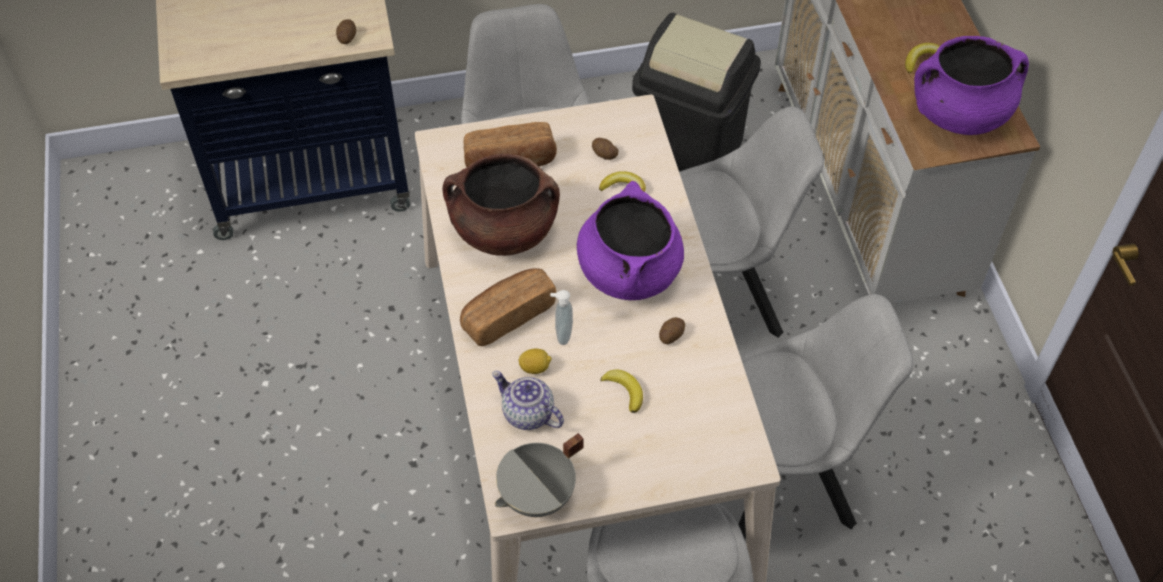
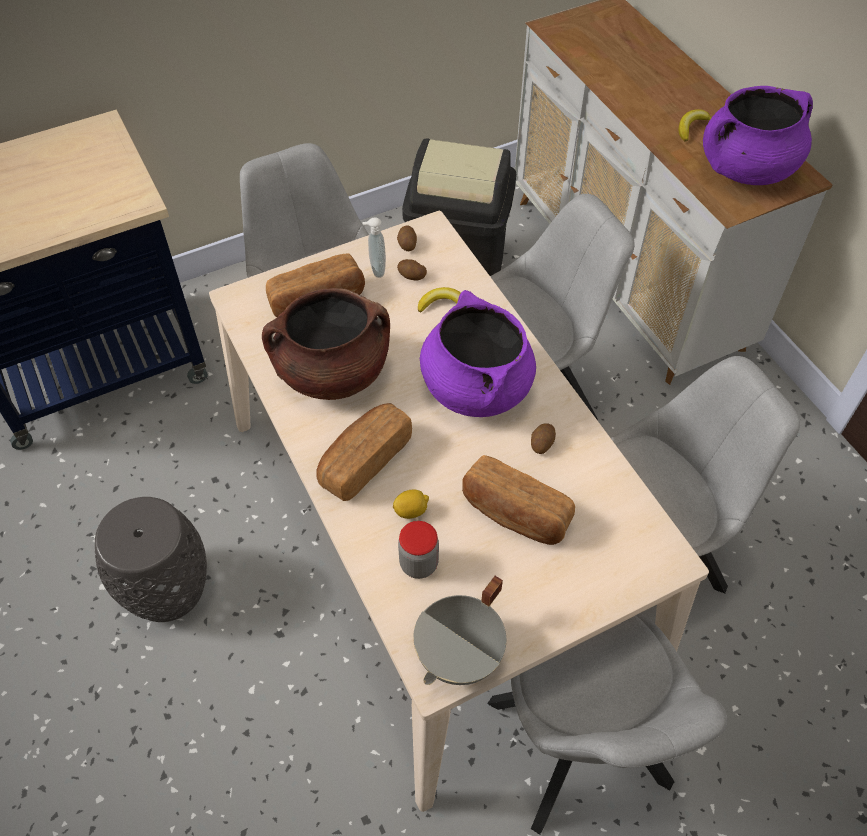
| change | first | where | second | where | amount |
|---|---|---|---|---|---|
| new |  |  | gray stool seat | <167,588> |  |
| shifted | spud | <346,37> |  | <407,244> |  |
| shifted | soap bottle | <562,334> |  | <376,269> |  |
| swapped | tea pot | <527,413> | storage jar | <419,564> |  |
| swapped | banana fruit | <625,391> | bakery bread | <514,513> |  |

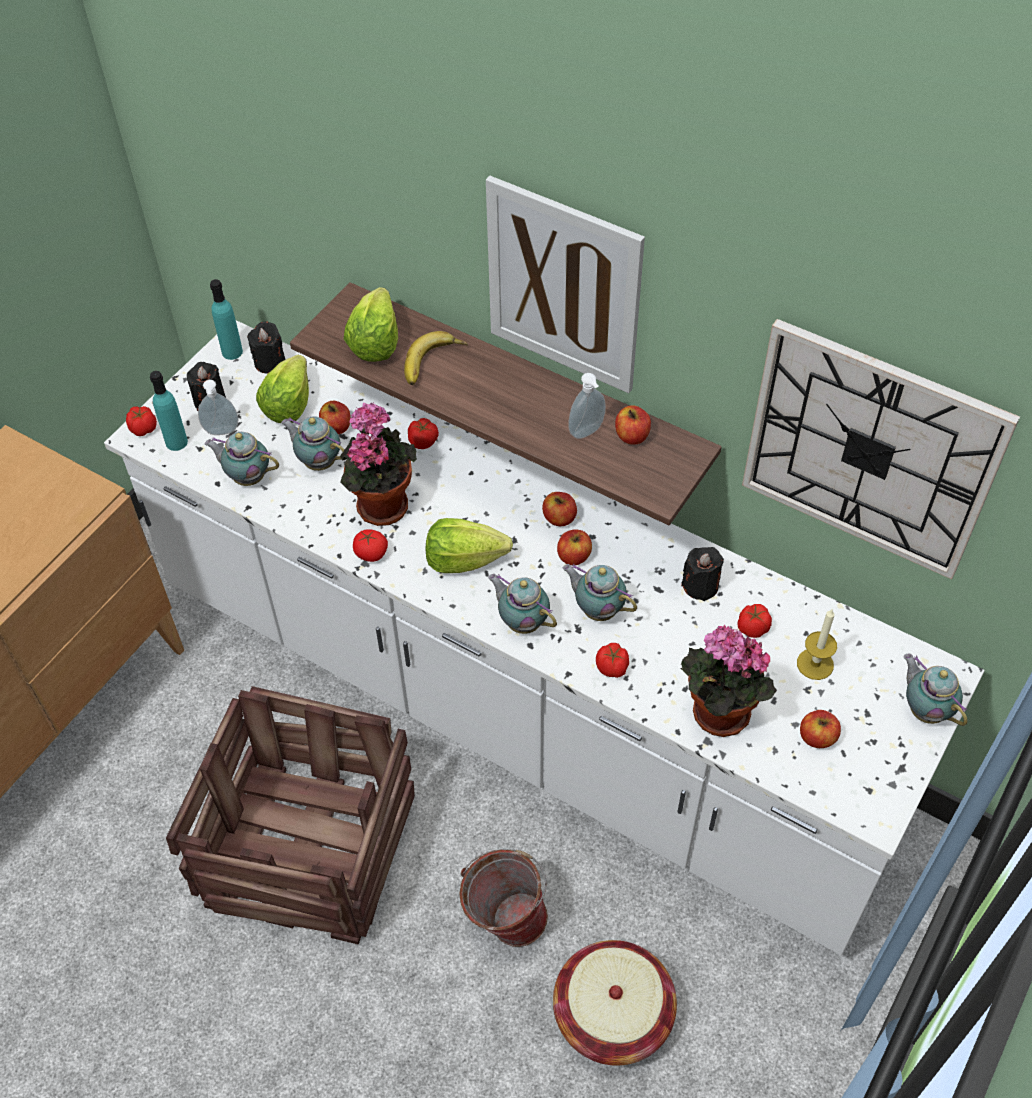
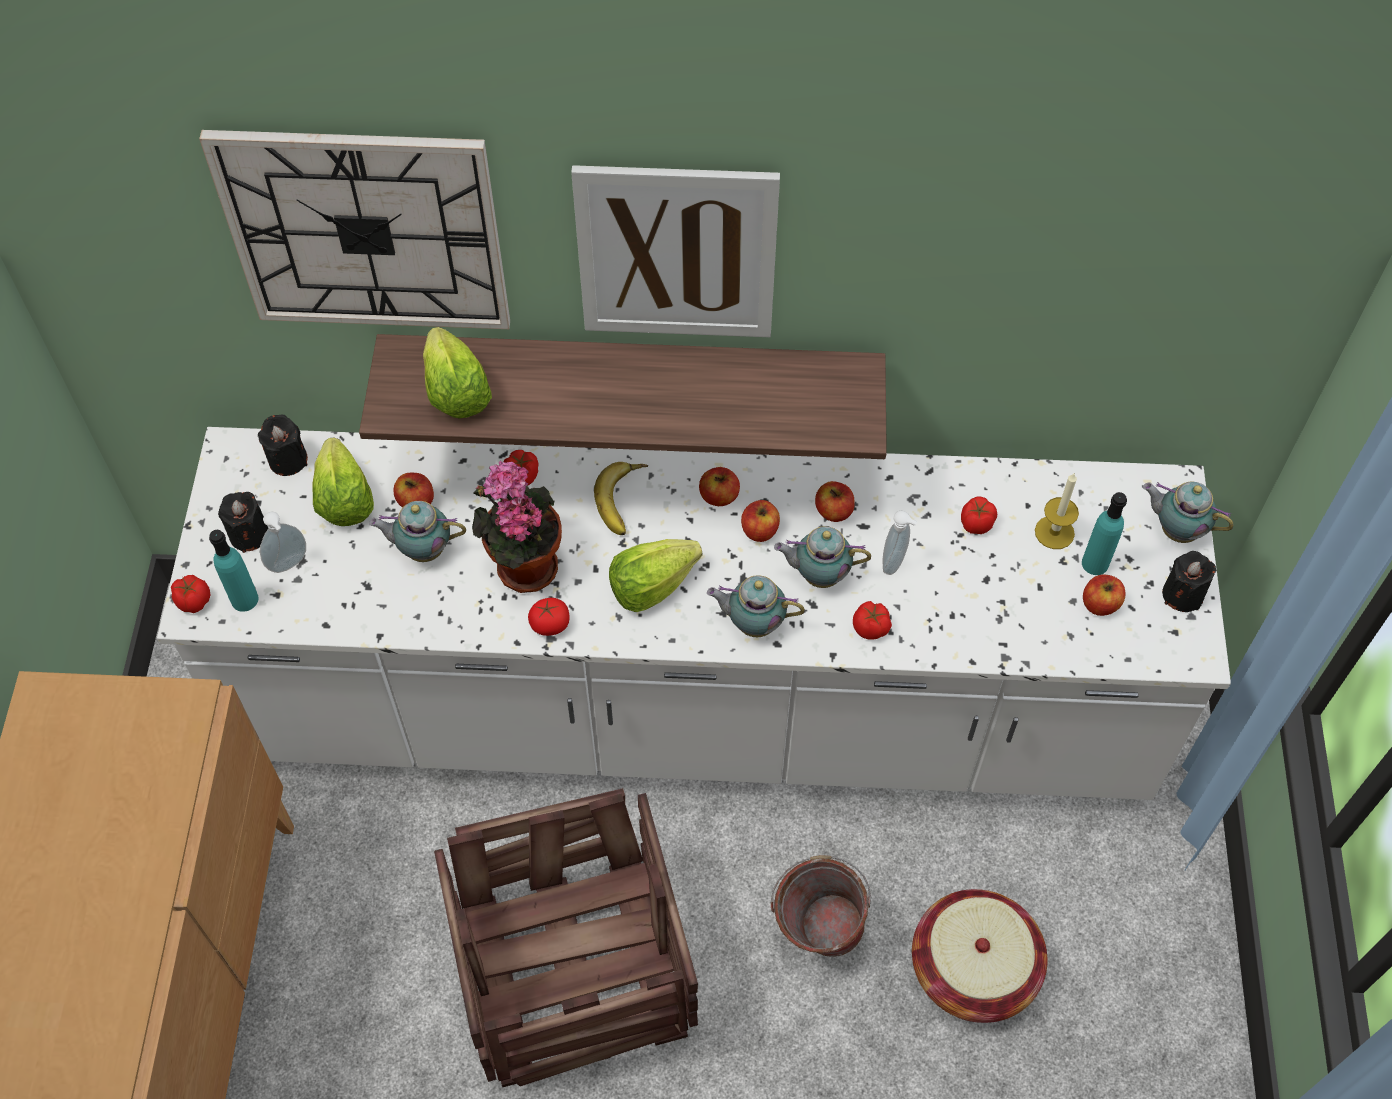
| change | first | where | second | where | amount |
|---|---|---|---|---|---|
| gone | tea pot | <247,477> |  |  |  |
| gone | houseplant | <716,715> |  |  |  |
| shifted | blue-green beverage bottle | <232,352> |  | <1095,563> |  |
| shifted | banana fruit | <434,364> |  | <625,501> |  |
| shifted | soap bottle | <587,433> |  | <895,563> |  |
| shifted | apple | <632,436> |  | <833,511> |  |
| shifted | black candle | <700,585> |  | <1182,594> |  |
| shifted | wall clock | <870,450> |  | <365,231> |  |

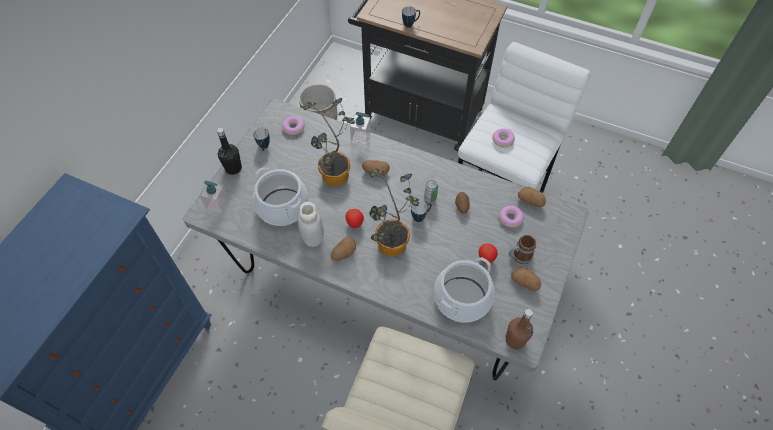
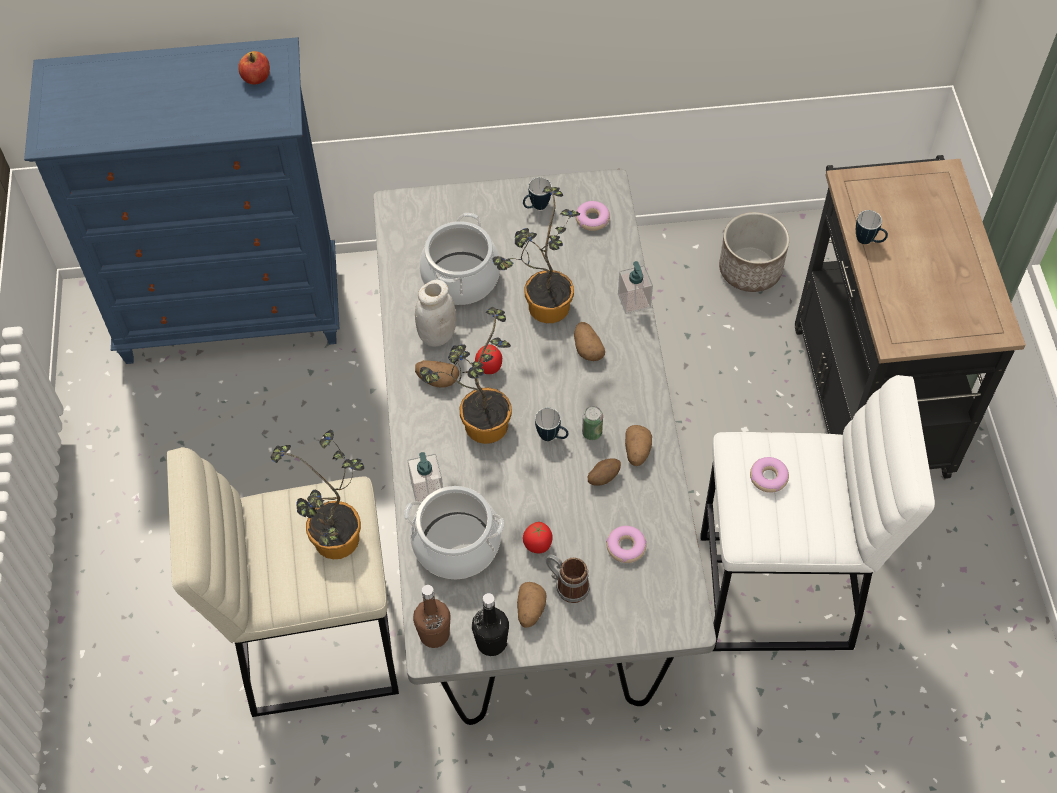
| change | first | where | second | where | amount |
|---|---|---|---|---|---|
| new |  |  | apple | <256,78> |  |
| new |  |  | houseplant | <336,546> |  |
| shifted | soap bottle | <217,205> |  | <427,489> |  |
| shifted | black beverage bottle | <233,168> |  | <491,642> |  |
| shifted | spud | <530,201> |  | <637,452> |  |

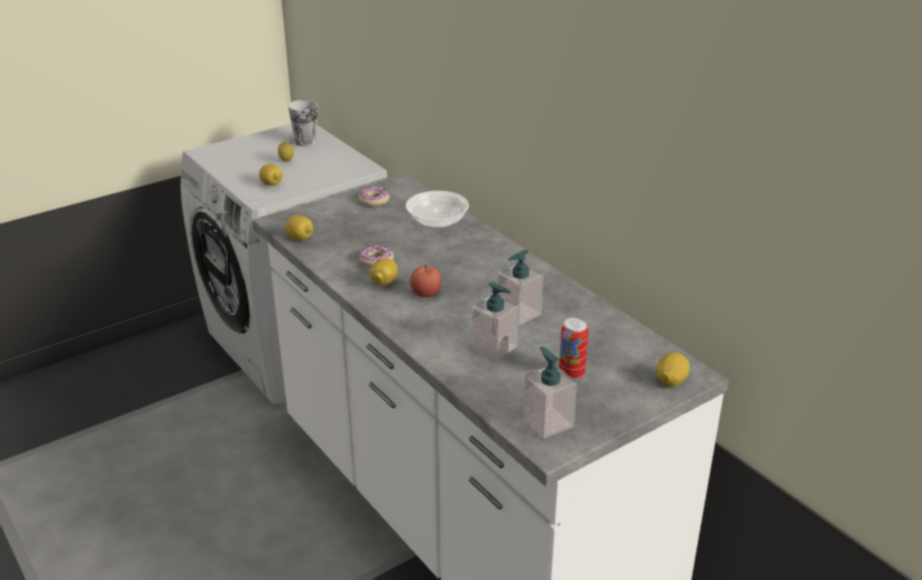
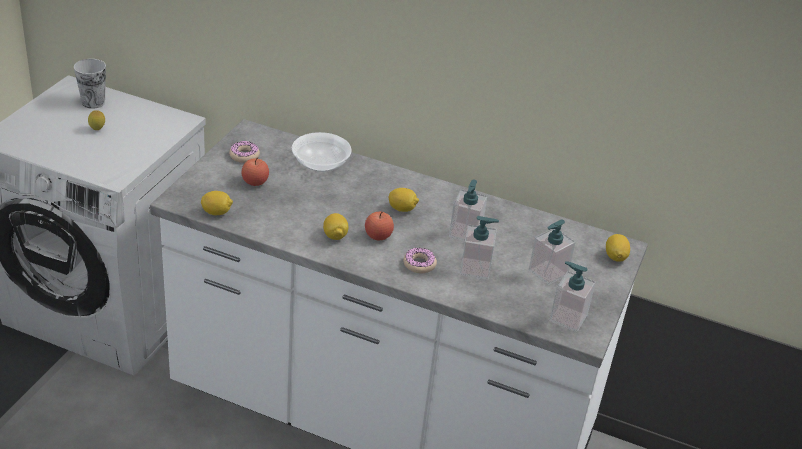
| change | first | where | second | where | amount |
|---|---|---|---|---|---|
| new |  |  | apple | <255,182> |  |
| shifted | citrus fruit | <271,184> |  | <402,209> |  |
| shifted | doughnut | <376,261> |  | <419,264> |  |
| swapped | metal can | <571,373> | soap bottle | <548,273> |  |

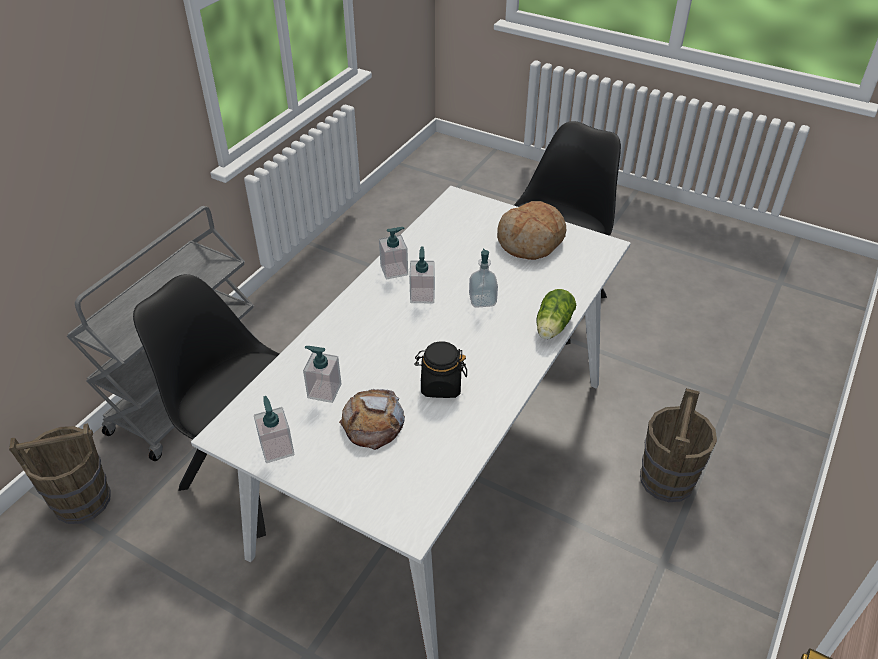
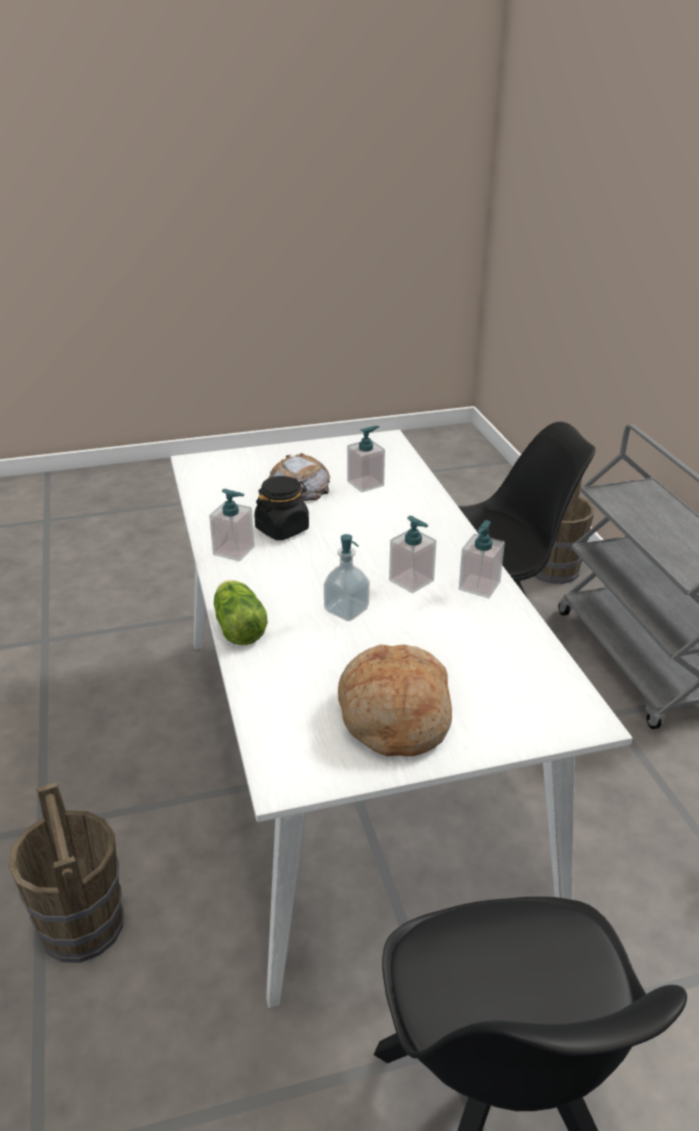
| change | first | where | second | where | amount |
|---|---|---|---|---|---|
| shifted | soap bottle | <277,448> |  | <234,551> |  |

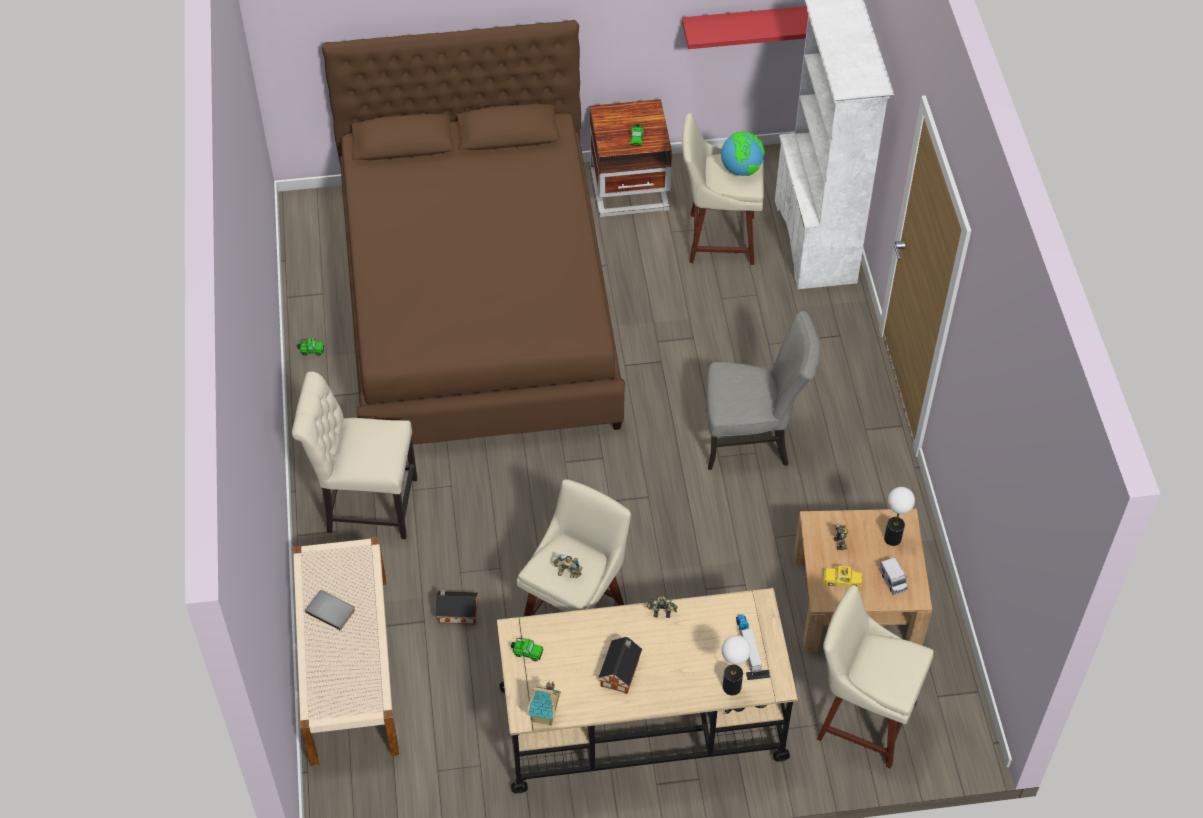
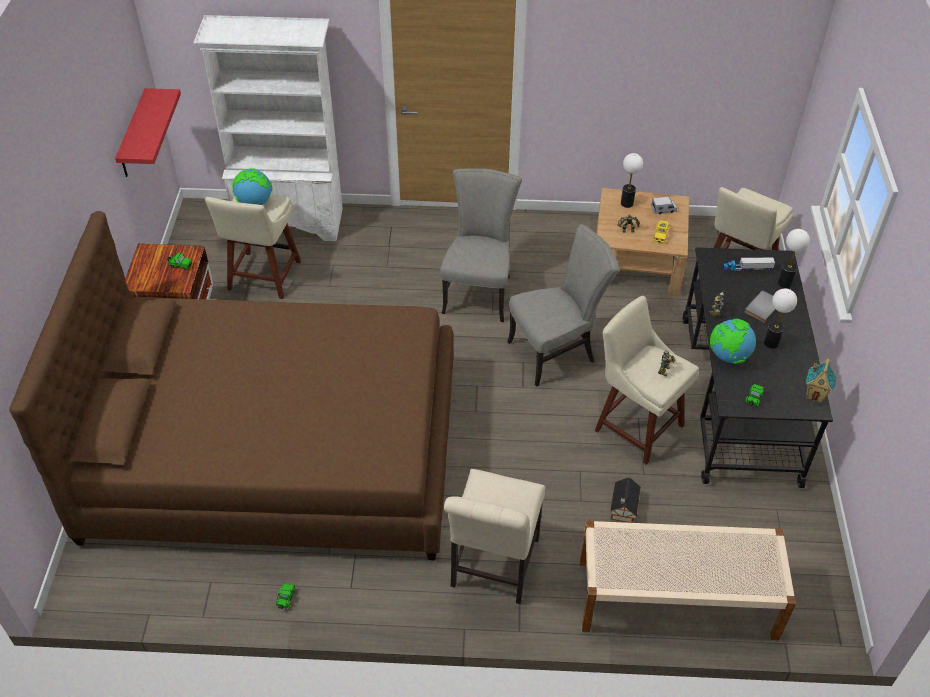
| change | first | where | second | where | amount |
|---|---|---|---|---|---|
| new |  |  | gray upright chair | <556,351> |  |
| new |  |  | world globe | <728,356> |  |
| shifted | gray bound book | <331,610> |  | <761,307> |  |
| swapped | toy house | <621,671> | table lamp | <771,342> |  |
| repainted | sand-coloured desk table | <643,724> | black desk table | <738,397> |  |

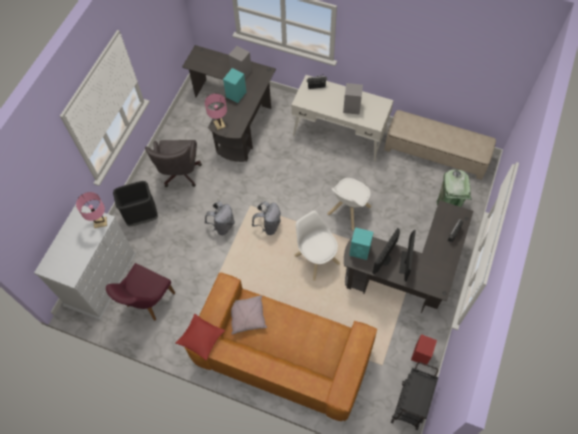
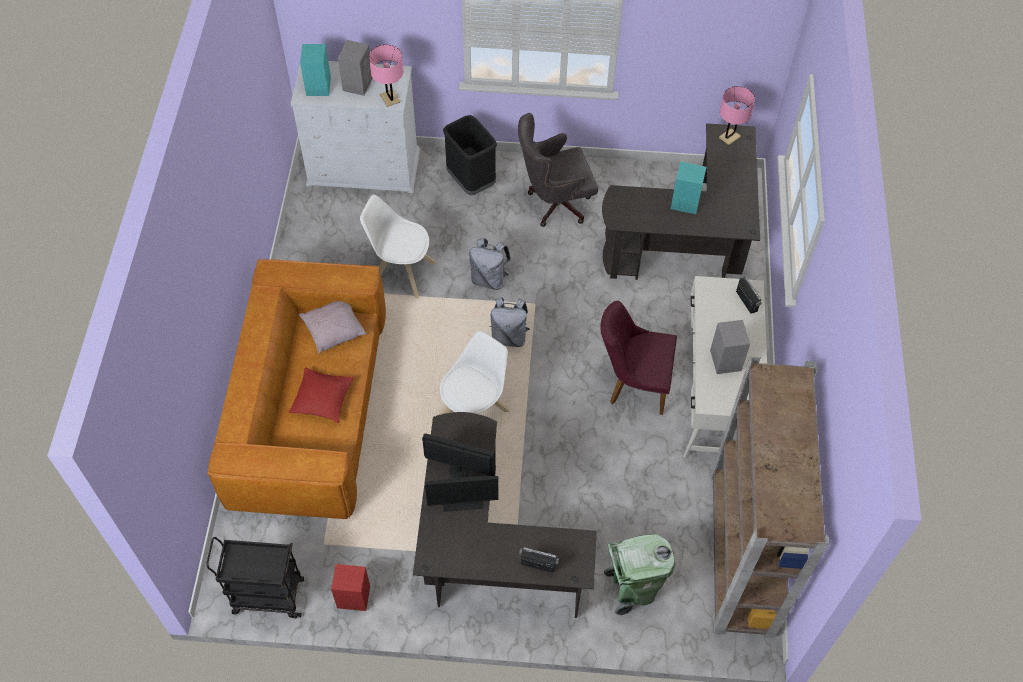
| change | first | where | second | where | amount |
|---|---|---|---|---|---|
| shifted | purple-coloured upright chair | <147,302> |  | <633,384> |  |
| shifted | red throw pillow | <201,338> |  | <322,398> |  |
| shifted | pinkish table lamp | <219,124> |  | <729,137> |  |
| shifted | gray loudspeaker | <241,72> |  | <358,83> |  |
| shifted | white upright chair | <348,211> |  | <401,272> |  |
| shifted | blue-green loudspeaker | <360,250> |  | <318,87> |  |
| swapped | sand-coloured indoor bench | <436,152> | brown-coloured shelving unit | <741,551> |  |

